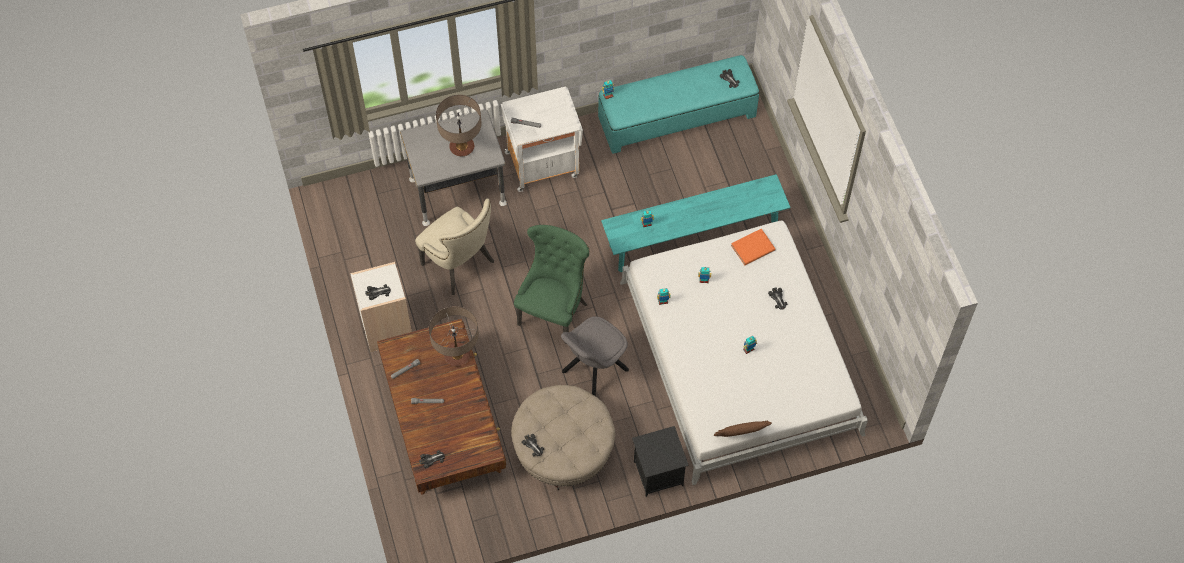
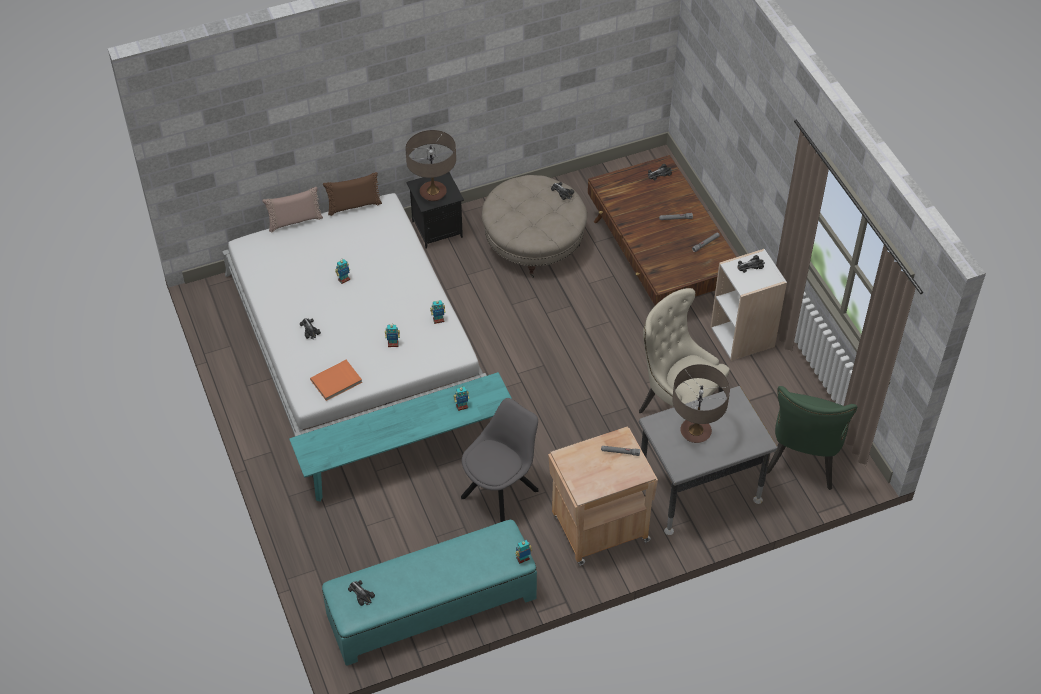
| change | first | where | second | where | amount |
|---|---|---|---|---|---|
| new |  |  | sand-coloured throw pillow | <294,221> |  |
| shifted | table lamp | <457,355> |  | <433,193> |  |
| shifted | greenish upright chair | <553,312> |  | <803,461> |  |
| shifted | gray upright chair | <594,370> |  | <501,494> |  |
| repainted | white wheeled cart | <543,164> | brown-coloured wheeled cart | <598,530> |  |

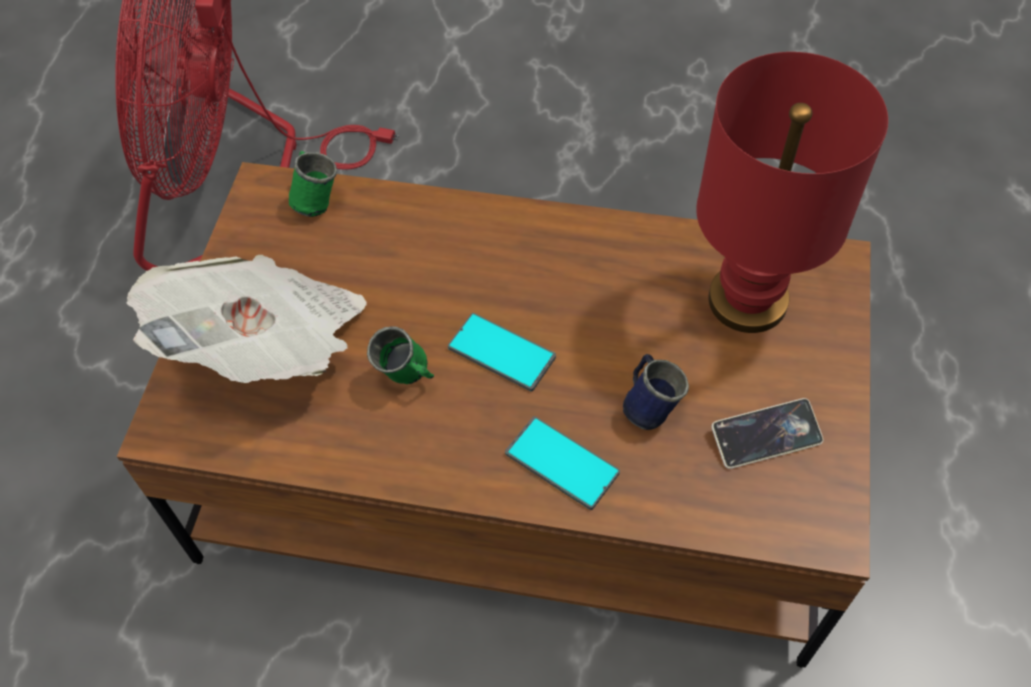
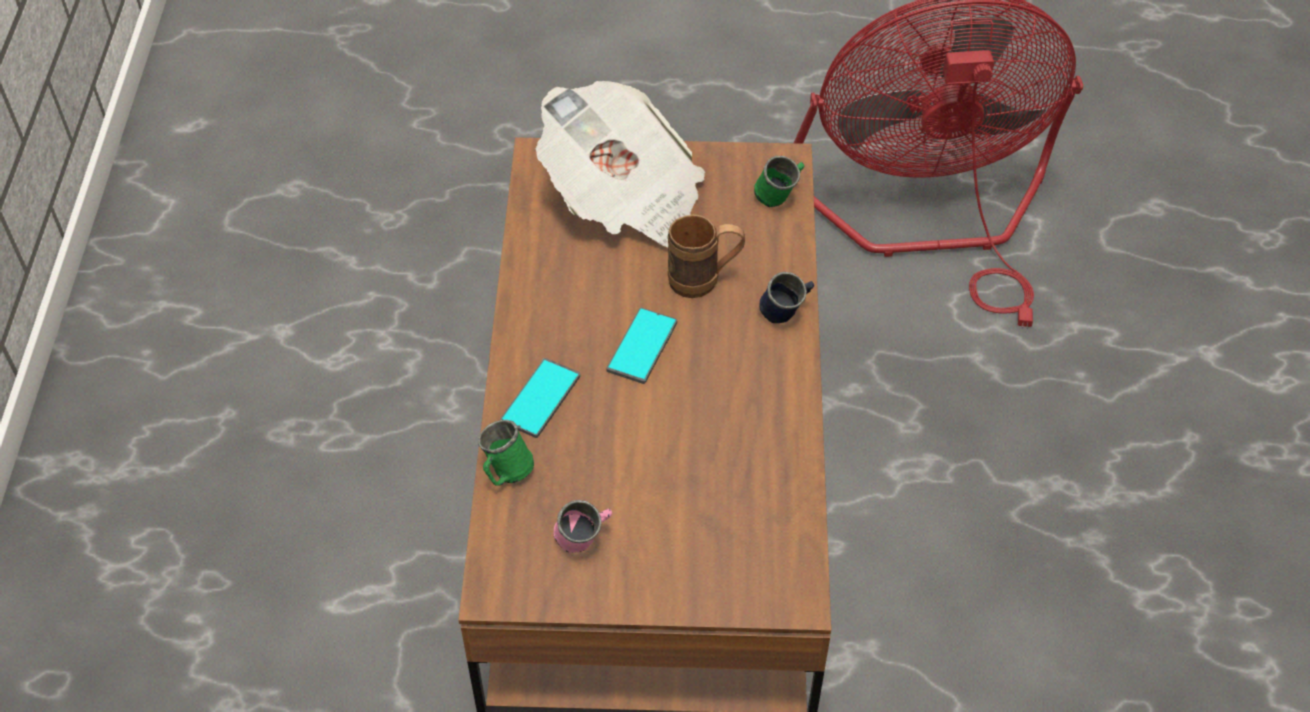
| change | first | where | second | where | amount |
|---|---|---|---|---|---|
| gone | red table lamp | <748,302> |  |  |  |
| new |  |  | brown-coloured tea mug | <704,281> |  |
| shifted | greenish tea mug | <408,378> |  | <505,474> |  |
| shifted | bluish tea mug | <649,405> |  | <786,314> |  |
| swapped | handset | <766,437> | pinkish tea mug | <585,541> |  |

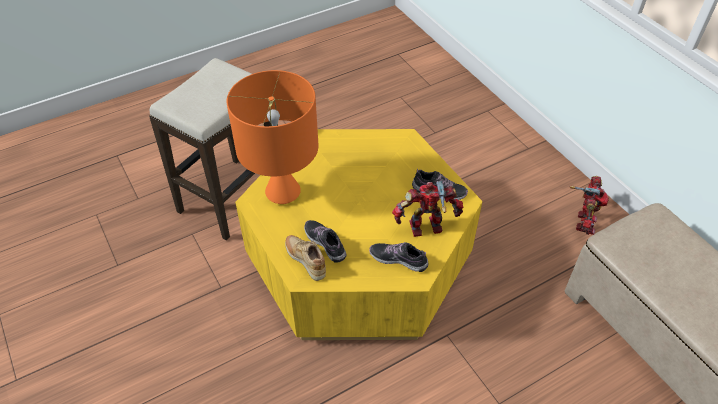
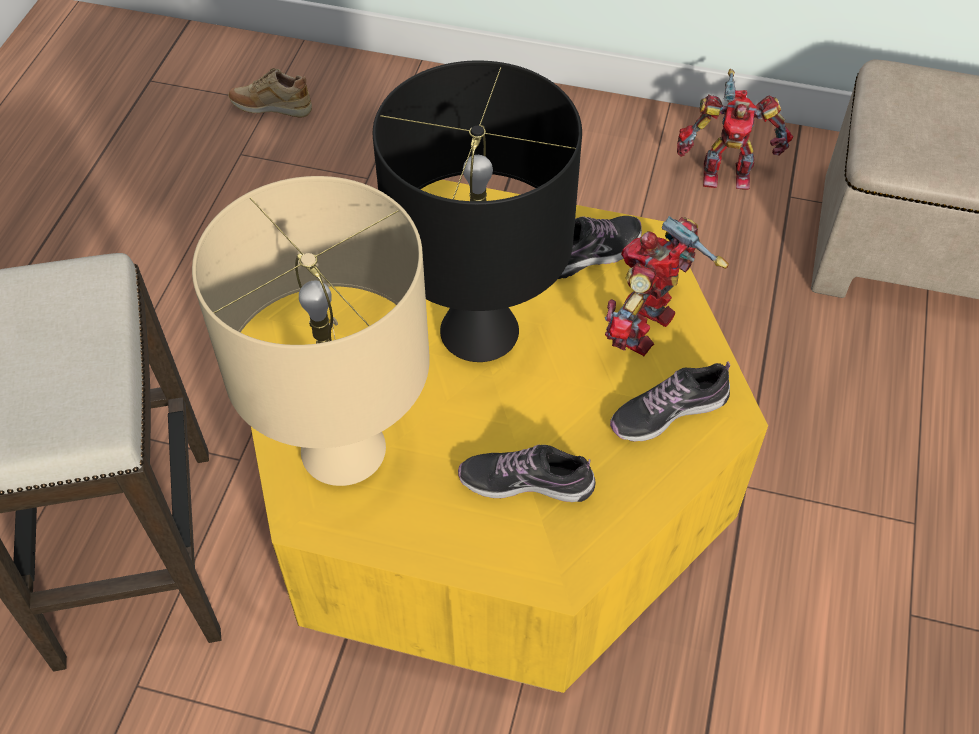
| change | first | where | second | where | amount |
|---|---|---|---|---|---|
| new |  |  | black table lamp | <479,337> |  |
| shifted | sand-coloured low shoe | <306,261> |  | <271,108> |  |
| repainted | orange table lamp | <283,194> | sand-coloured table lamp | <344,456> |  |
| rotated | toy robot | <583,223> |  | <725,172> | 120 degrees clockwise |

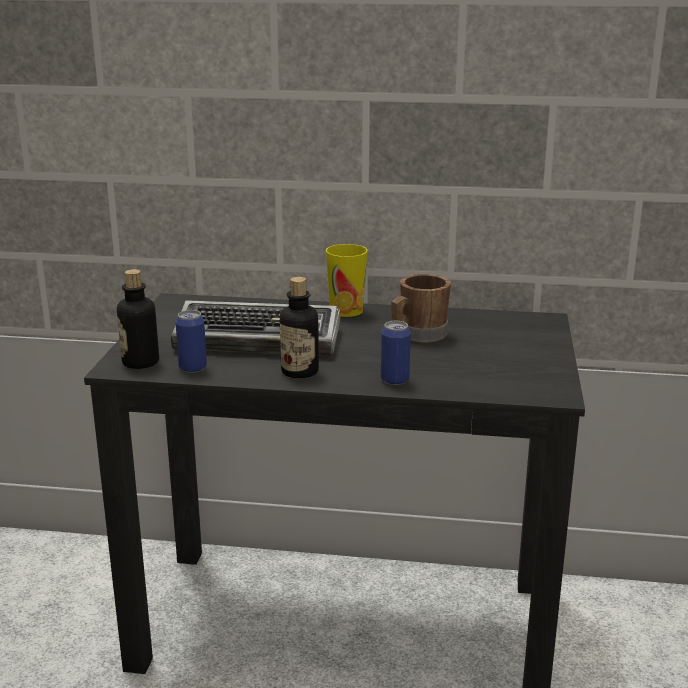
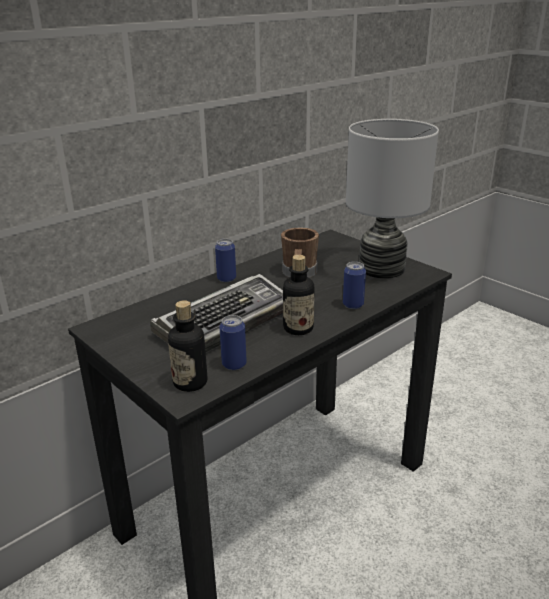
| change | first | where | second | where | amount |
|---|---|---|---|---|---|
| new |  |  | gray table lamp | <381,268> |  |
| swapped | drinking cup | <346,310> | metal can | <226,278> |  |

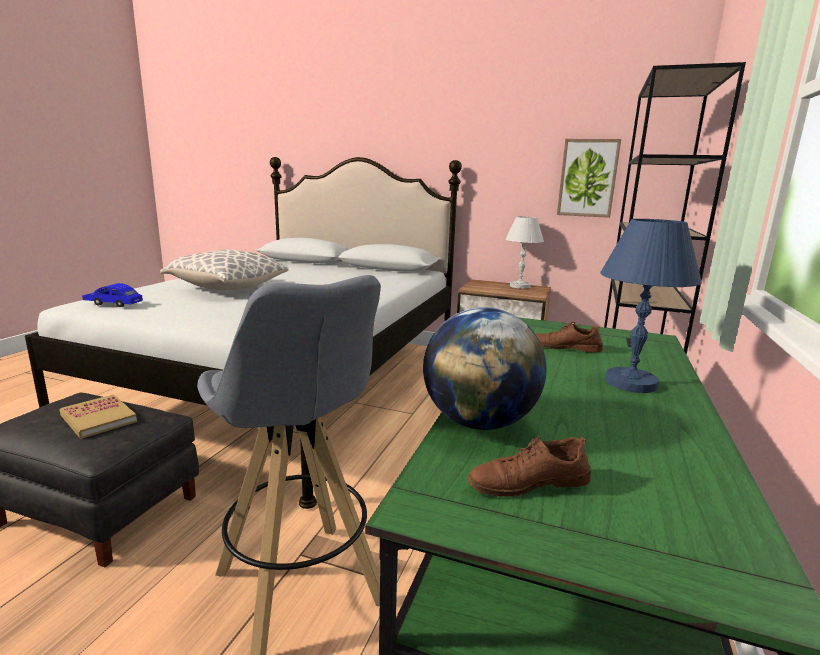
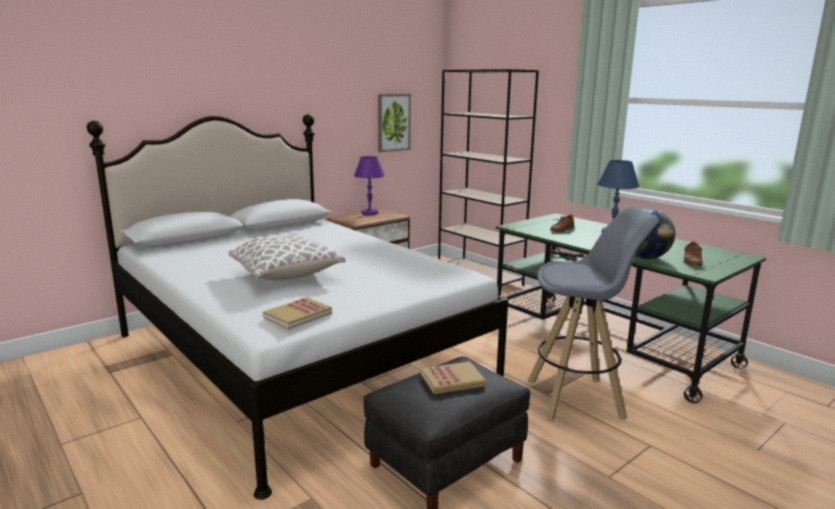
| change | first | where | second | where | amount |
|---|---|---|---|---|---|
| swapped | bluish miniature car | <113,304> | bound book | <298,315> |  |
| repainted | white table lamp | <520,286> | purple-coloured table lamp | <369,213> |  |

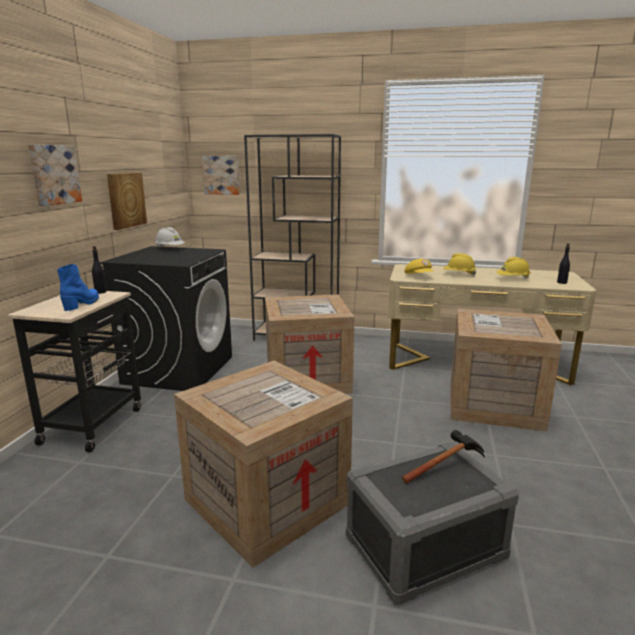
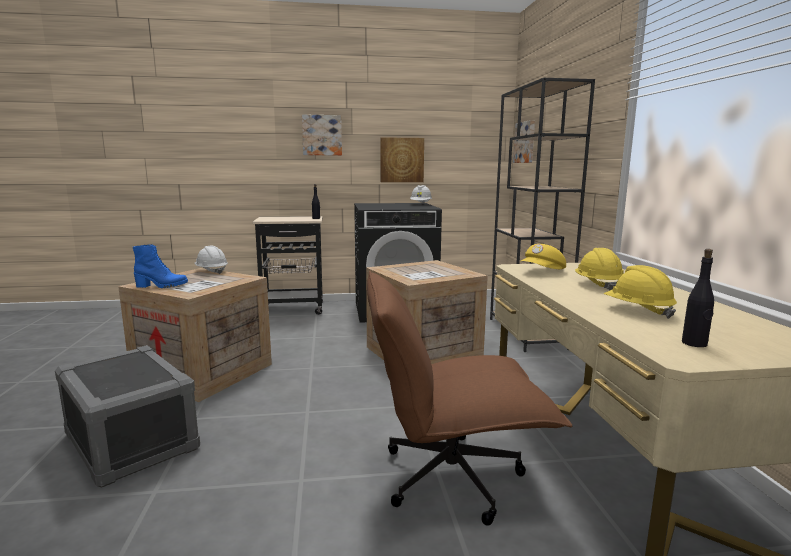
| change | first | where | second | where | amount |
|---|---|---|---|---|---|
| gone | tool hammer | <446,468> |  |  |  |
| new |  |  | white safety helmet | <211,271> |  |
| shifted | bluish tall boot | <82,304> |  | <161,286> |  |
| swapped | crate | <492,404> | brown-coloured computer chair | <453,476> |  |

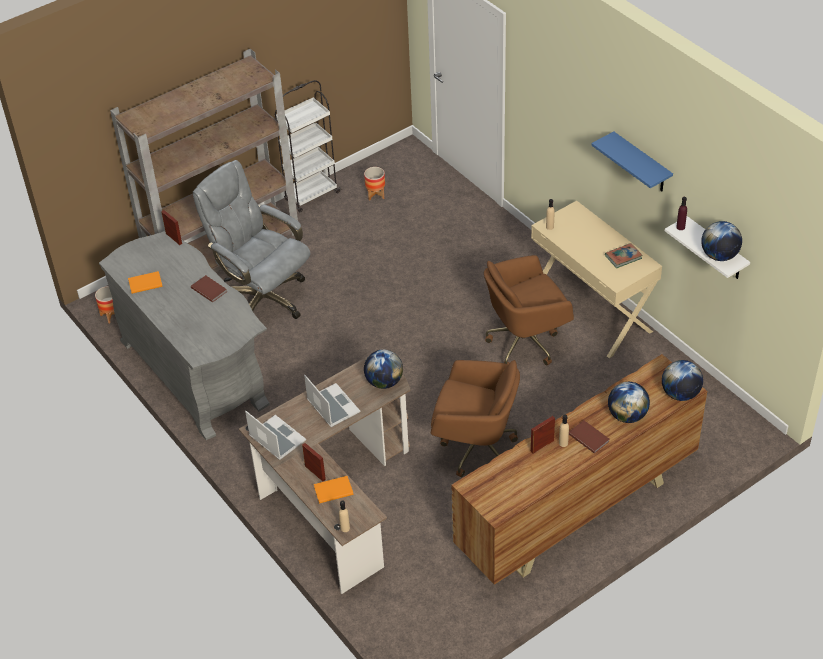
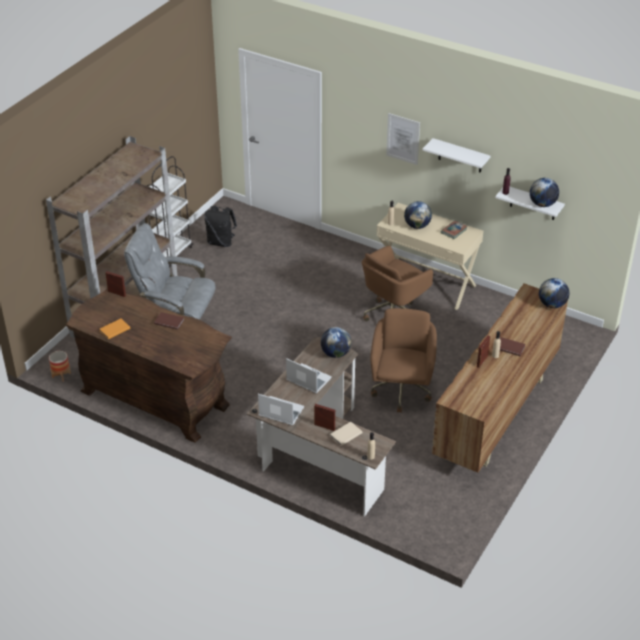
| change | first | where | second | where | amount |
|---|---|---|---|---|---|
| new |  |  | picture | <403,138> |  |
| shifted | world globe | <627,415> |  | <417,226> |  |
| swapped | flower pot | <375,194> | black rucksack | <221,242> |  |
| repainted | gray chest of drawers | <197,370> | brown-coloured chest of drawers | <156,396> |  |
| repainted | orange bound book | <332,490> | sand-coloured bound book | <345,434> |  |
| repainted | bluish wall shelf | <641,163> | white wall shelf | <460,156> |  |
| rotated | brown-coloured computer chair | <475,450> |  | <401,393> | 75 degrees counterclockwise |

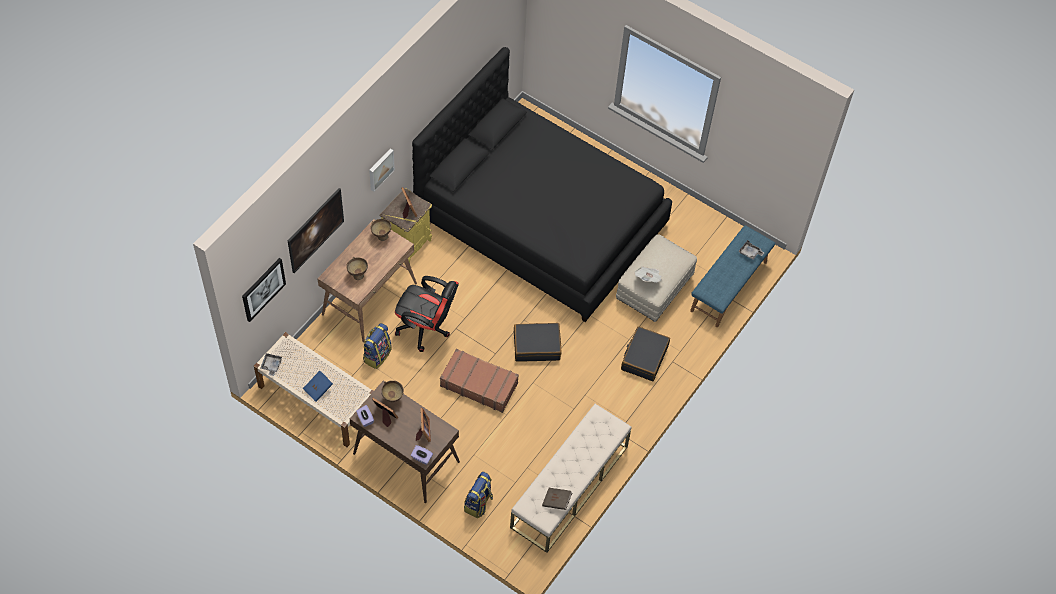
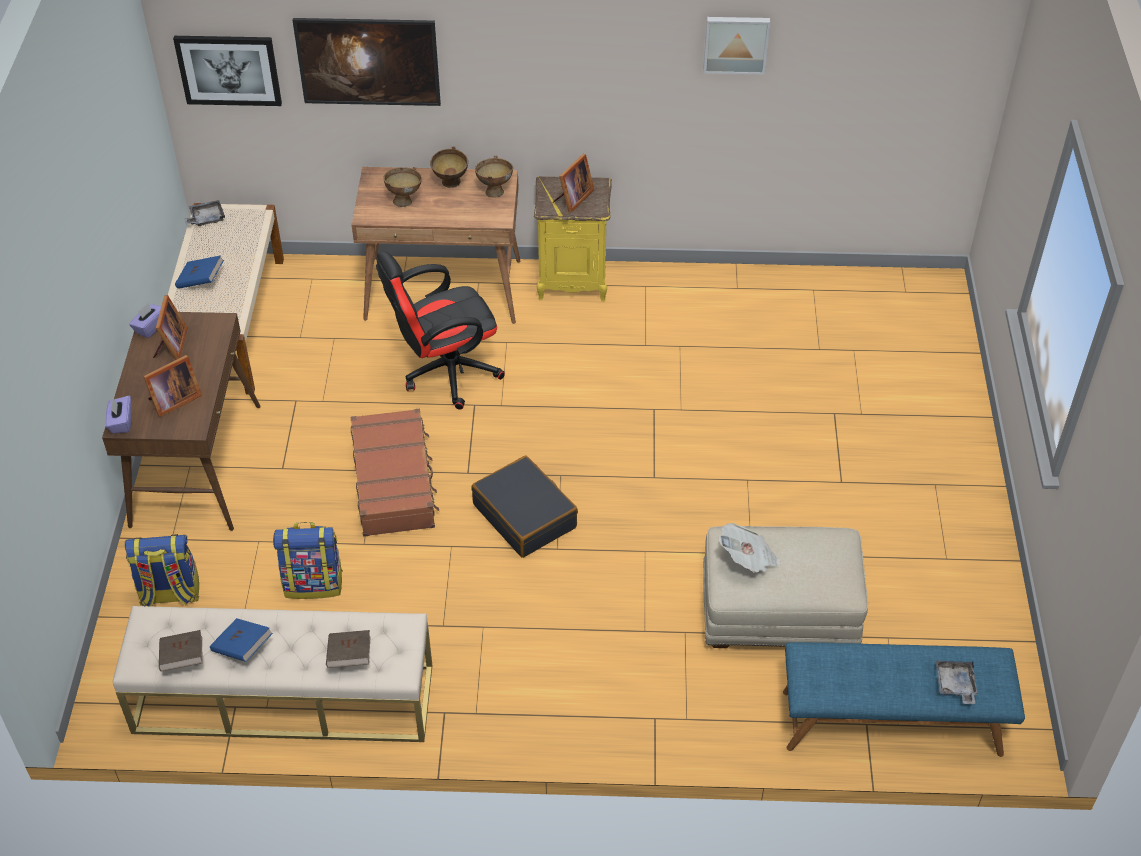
| change | first | where | second | where | amount |
|---|---|---|---|---|---|
| gone | black bed | <540,220> |  |  |  |
| gone | black suitcase | <644,357> |  |  |  |
| new |  |  | bluish bound book | <243,648> |  |
| new |  |  | brown-coloured bound book | <349,657> |  |
| shifted | rucksack | <377,355> |  | <314,583> |  |
| shifted | picture | <380,169> |  | <736,43> |  |
| shifted | brown-coloured bowl | <393,399> |  | <450,184> |  |
| rotated | black computer chair | <427,330> |  | <443,375> | 75 degrees clockwise |

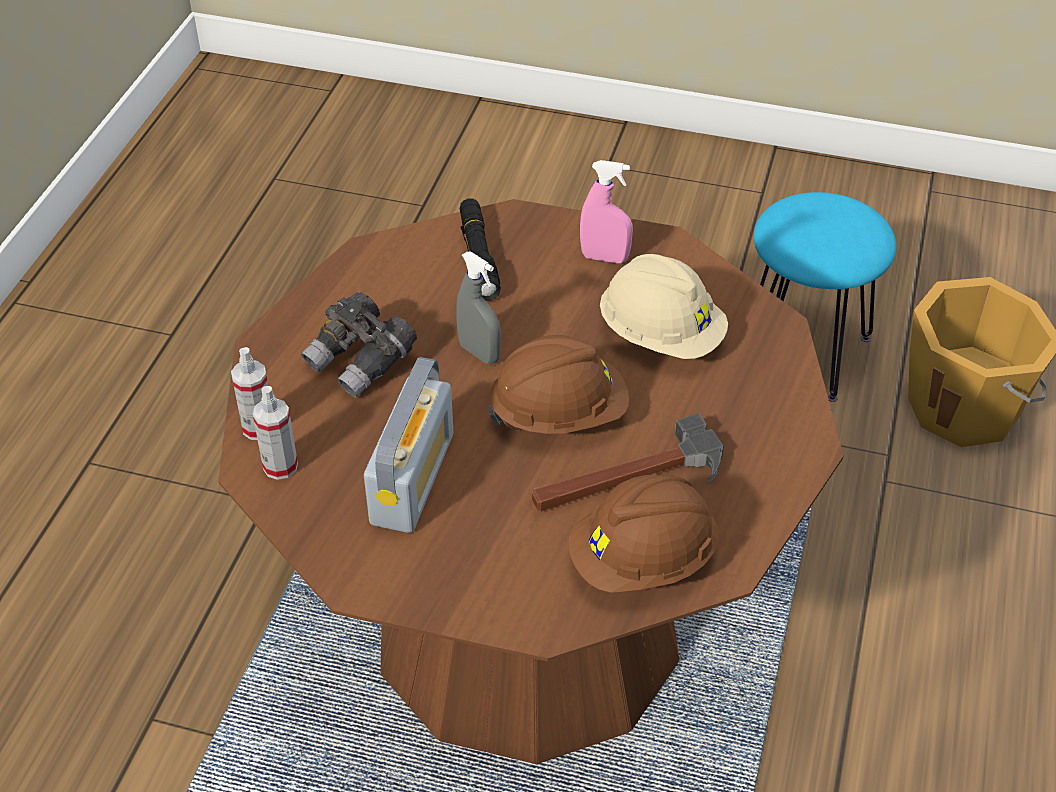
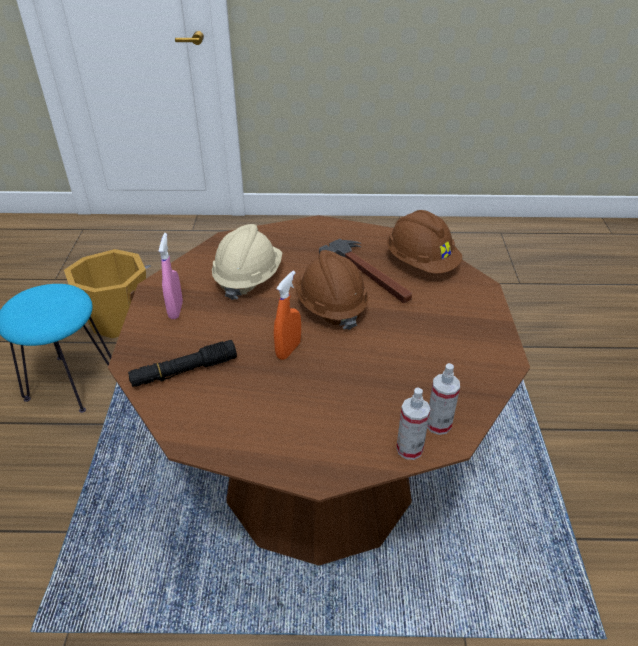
| change | first | where | second | where | amount |
|---|---|---|---|---|---|
| gone | gray pair of binoculars | <362,362> |  |  |  |
| gone | radio | <412,478> |  |  |  |
| repainted | gray sprayer | <479,353> | orange sprayer | <288,350> |  |

